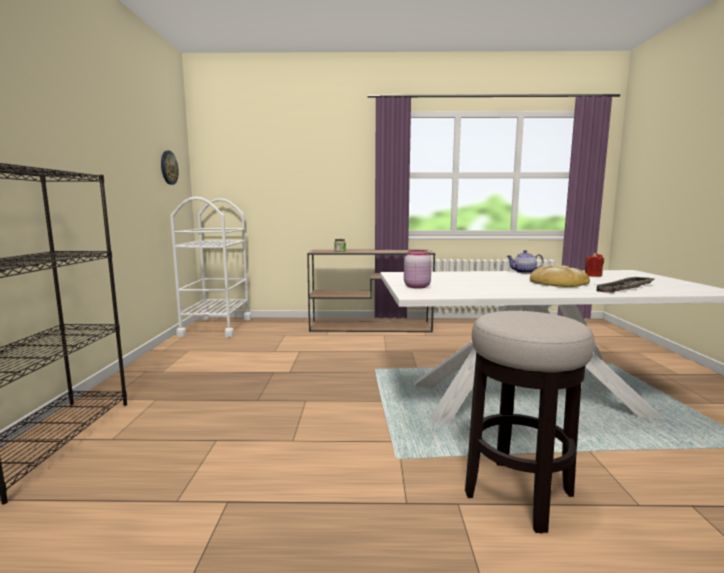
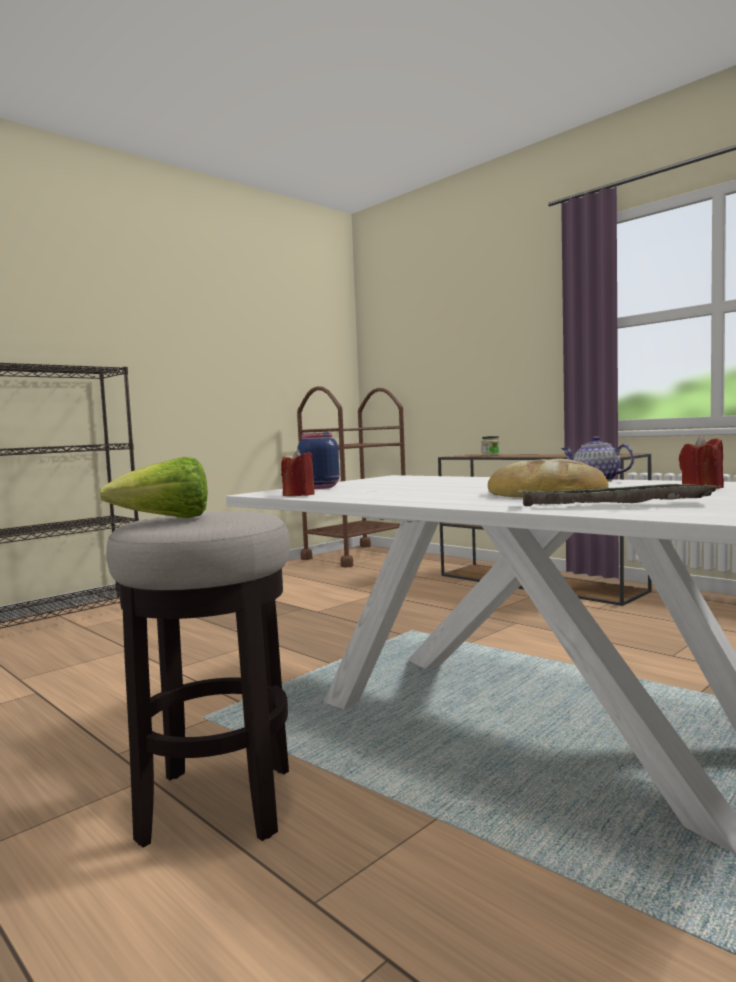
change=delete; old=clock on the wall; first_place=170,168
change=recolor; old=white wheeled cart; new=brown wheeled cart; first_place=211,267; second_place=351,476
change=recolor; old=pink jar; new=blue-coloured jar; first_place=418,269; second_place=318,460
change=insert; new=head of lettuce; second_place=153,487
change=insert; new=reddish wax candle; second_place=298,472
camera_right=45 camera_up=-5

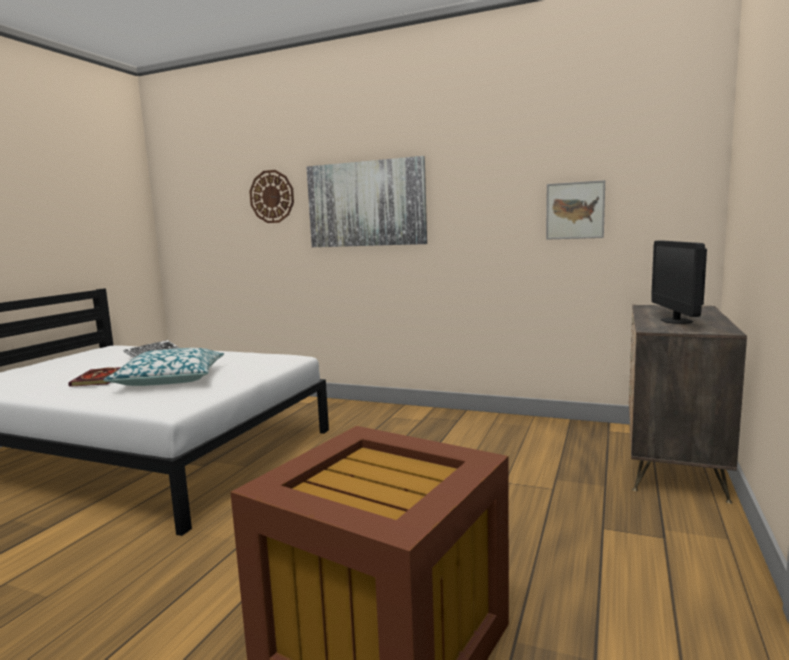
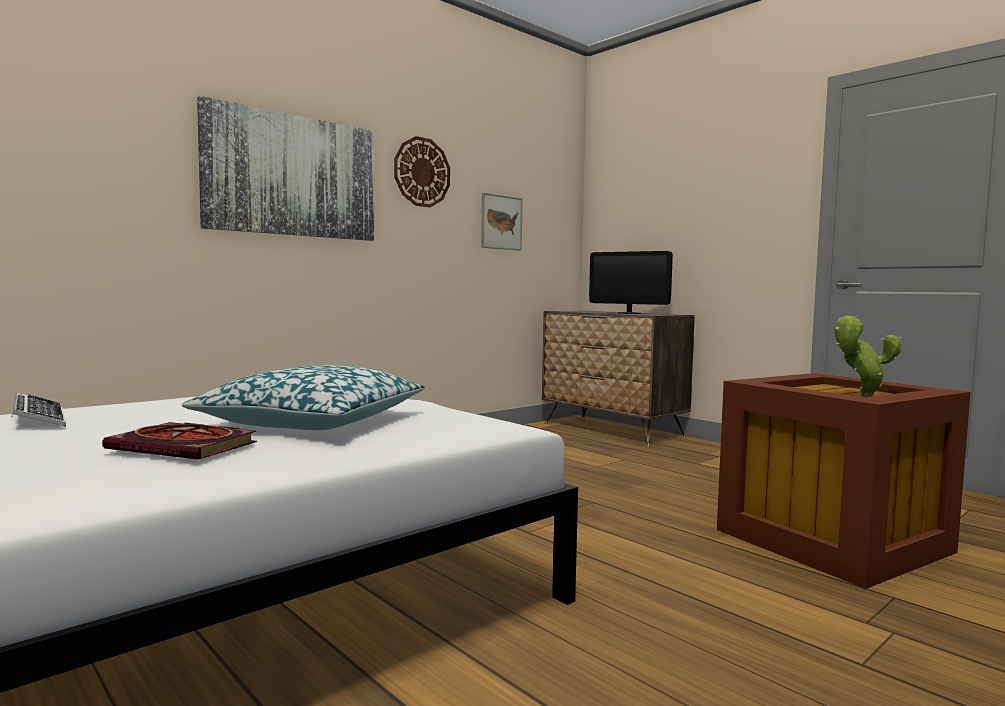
change=move; old=clock on the wall; first_place=271,196; second_place=422,171
change=insert; new=potted plant; second_place=868,356
camera_right=-65 camera_up=-5

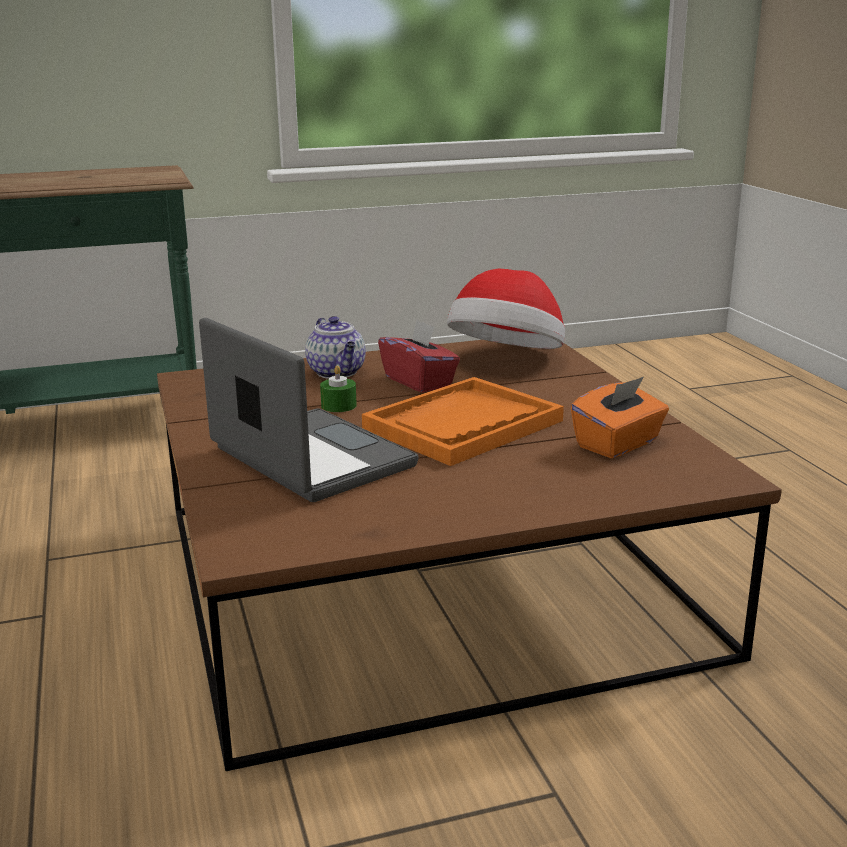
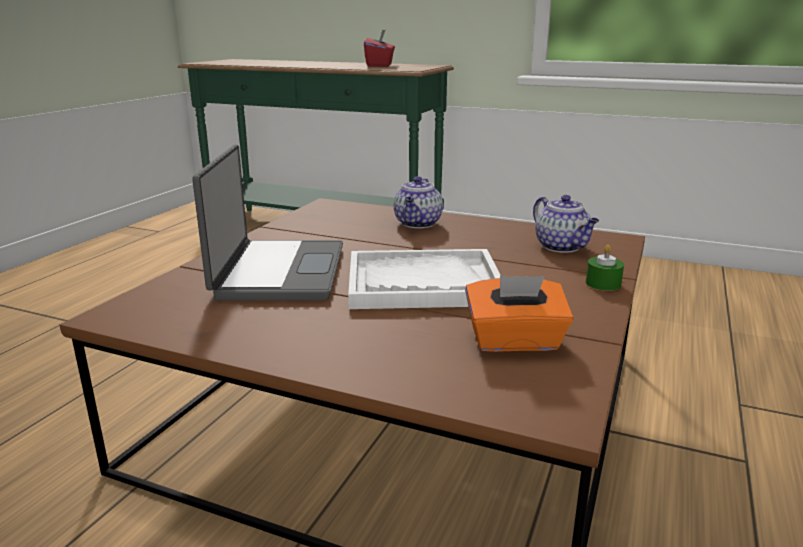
change=move; old=green-coloured wax candle; first_place=338,389; second_place=605,268
change=recolor; old=orangey tray; new=white tray; first_place=463,421; second_place=424,279
change=move; old=reddish tissue box; first_place=419,356; second_place=379,48
change=replace; old=wearable hat; new=teapot; first_place=506,308; second_place=566,224
camera_right=40 camera_up=0

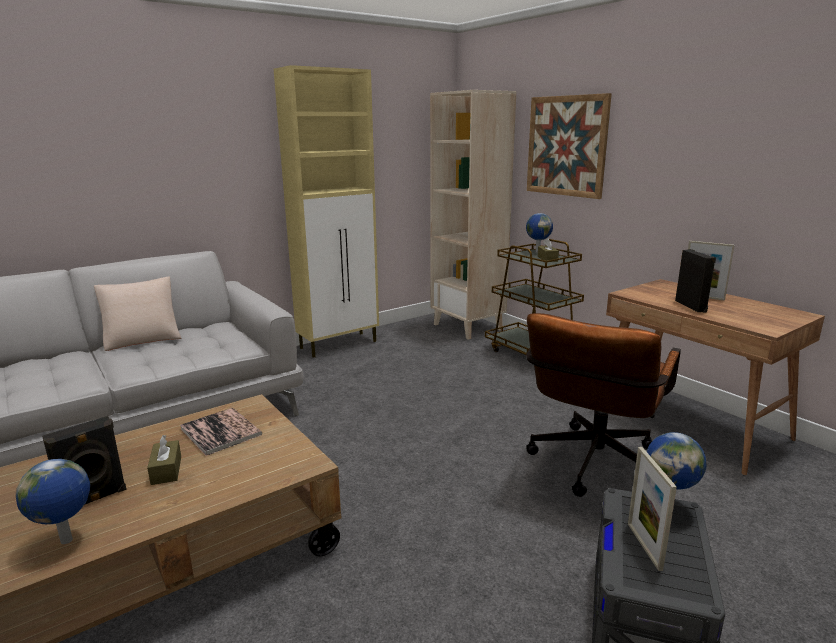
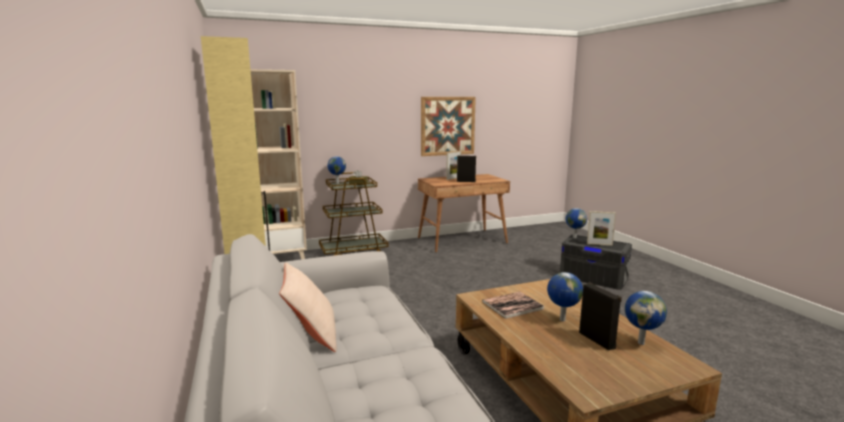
change=replace; old=brown tissue box; new=desk globe; first_place=164,460; second_place=565,296
change=delete; old=brown computer chair; first_place=603,405
change=move; old=wall picture; first_place=569,146; second_place=448,126
camera_right=-75 camera_up=-5

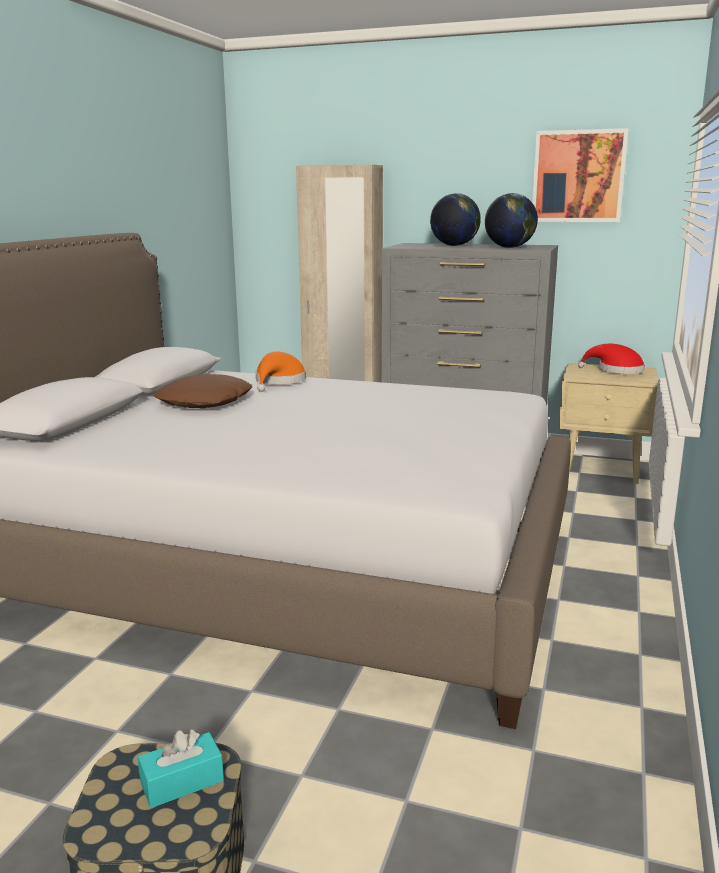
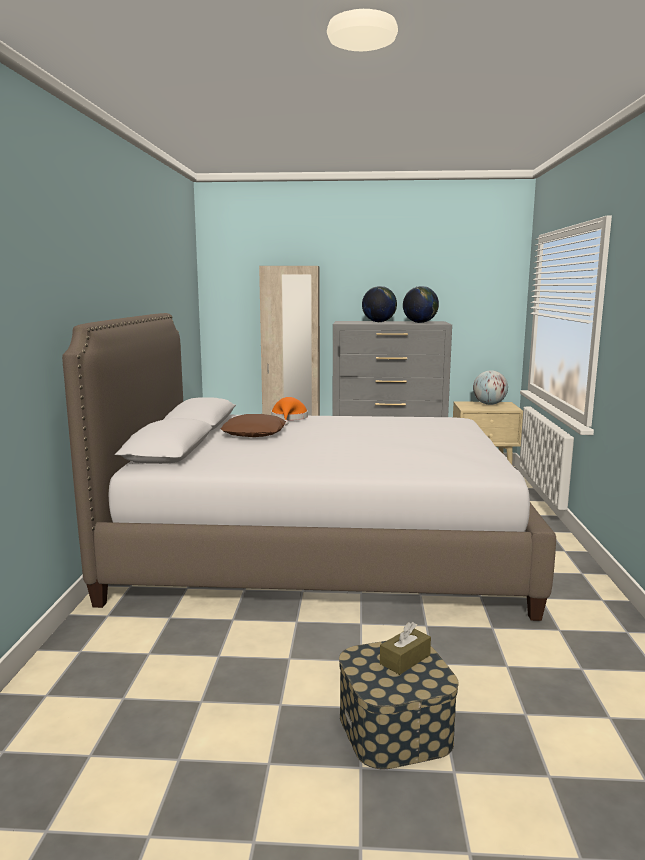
change=recolor; old=turquoise tissue box; new=brown tissue box; first_place=181,769; second_place=405,648
change=delete; old=wall picture; first_place=580,175
change=replace; old=reddish wearable hat; new=desk globe; first_place=611,359; second_place=490,387
camera_right=-15 camera_up=-5

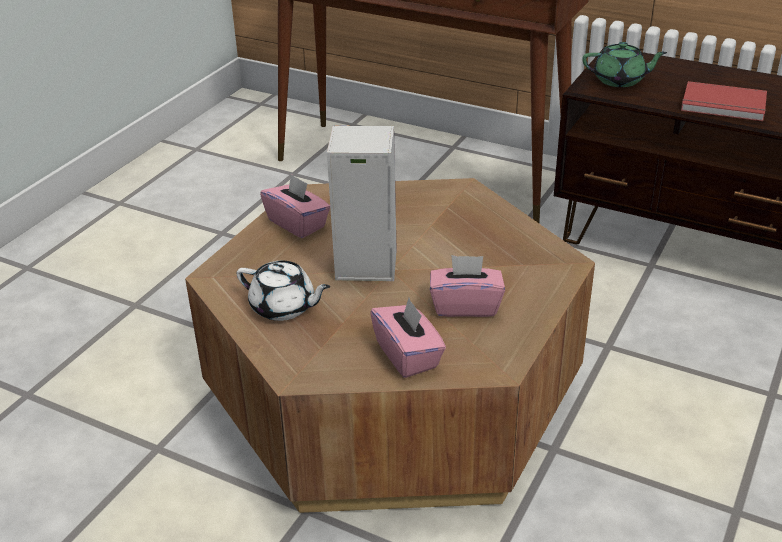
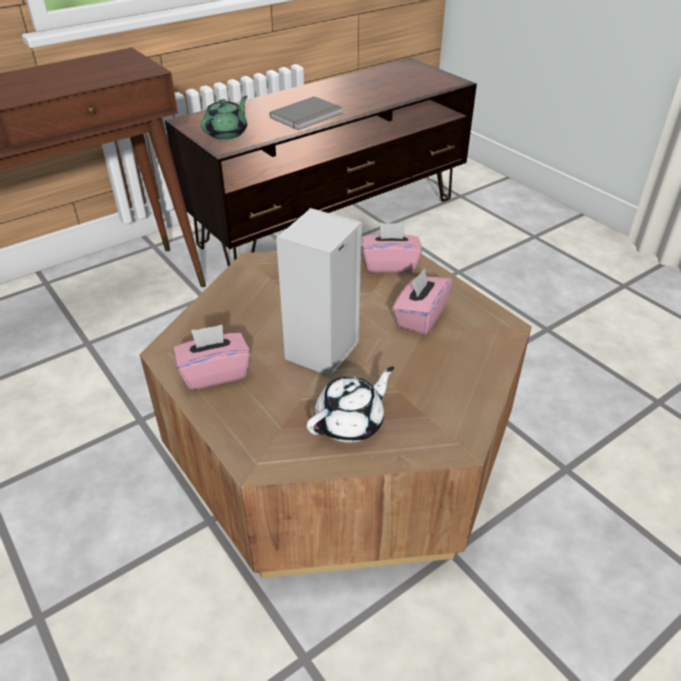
change=move; old=pink tissue box; first_place=408,338; second_place=392,248
change=recolor; old=reddish bound book; new=greyish bound book; first_place=724,101; second_place=306,113
camera_right=-65 camera_up=5

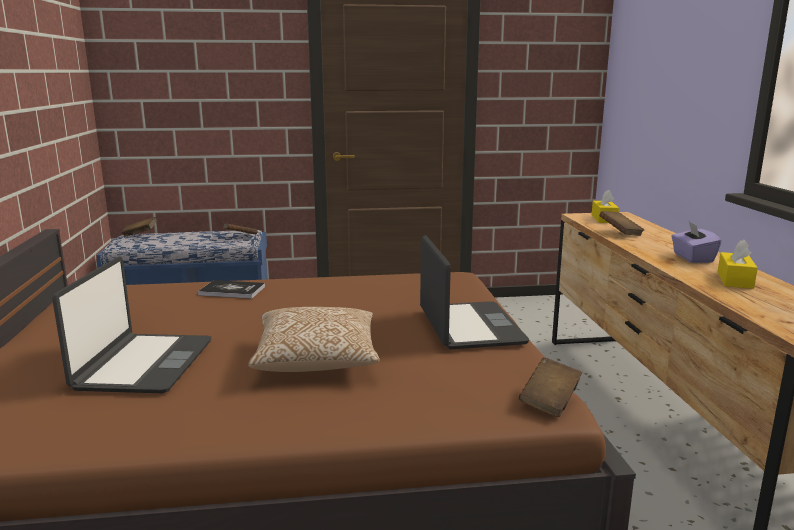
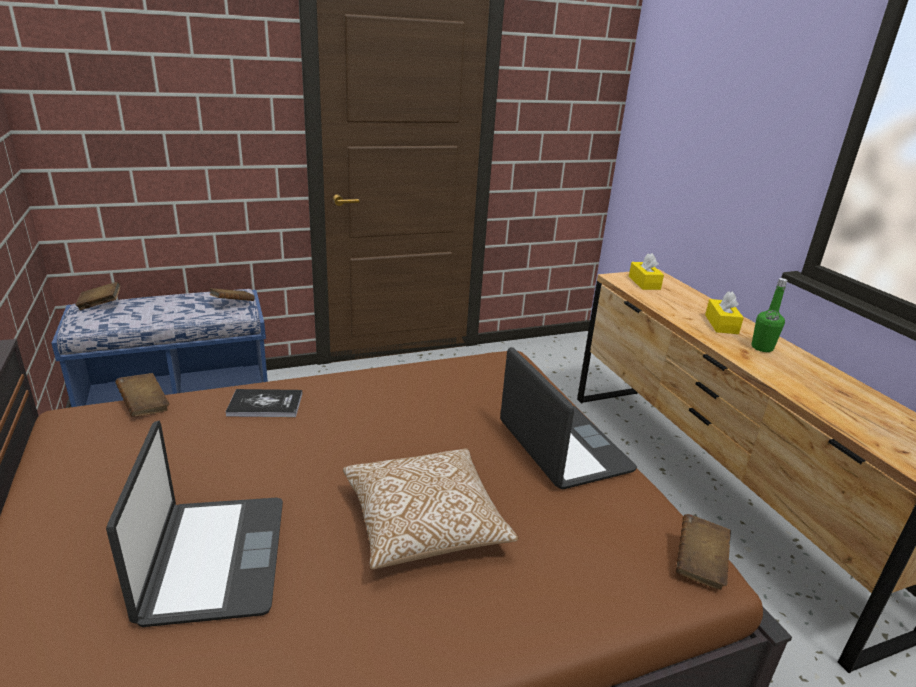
change=move; old=brown bound book; first_place=621,223; second_place=142,395
change=replace; old=purple tissue box; new=green-coloured bottle; first_place=696,242; second_place=769,315
change=move; old=yellow-coloured tissue box; first_place=738,264; second_place=724,312
camera_right=-15 camera_up=10

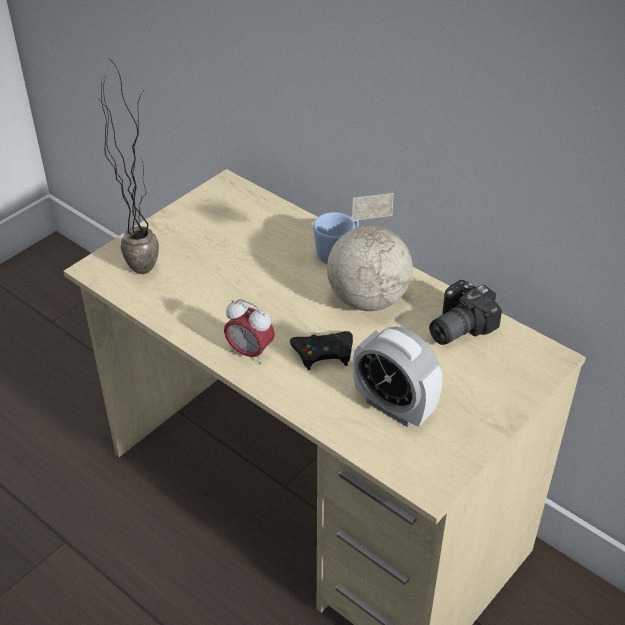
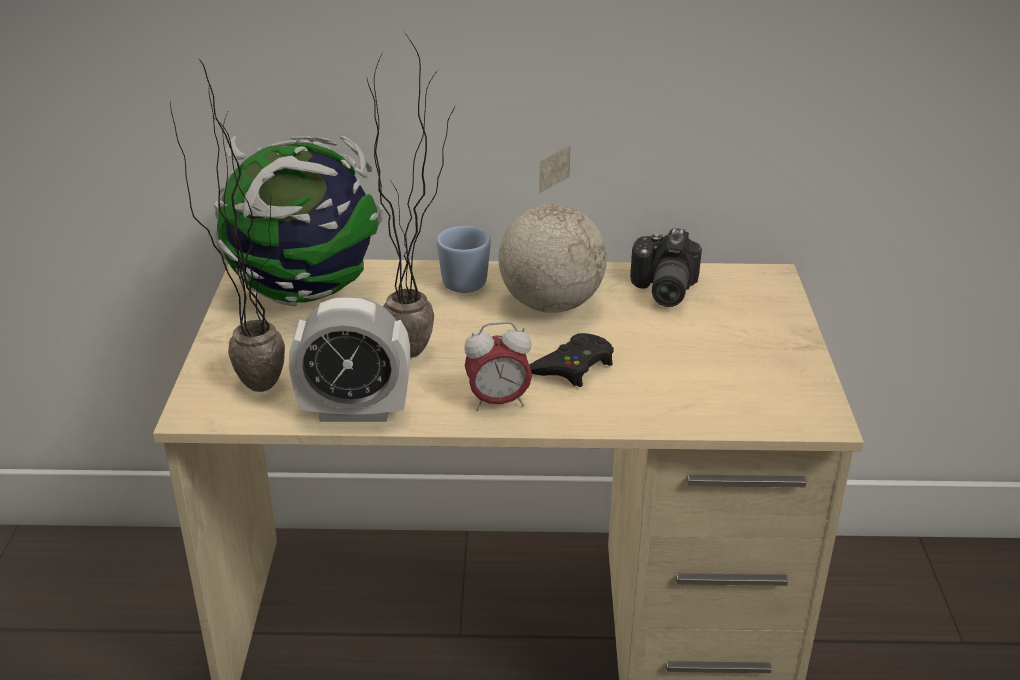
change=move; old=alarm clock; first_place=397,377; second_place=349,359
change=insert; new=desk globe; second_place=299,221
change=insert; new=potted plant; second_place=411,195
camera_right=-40 camera_up=-10

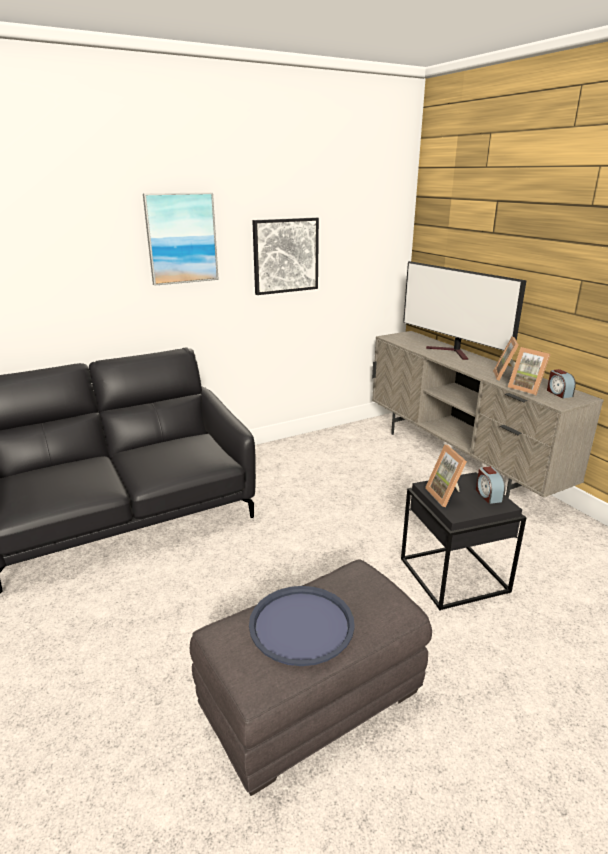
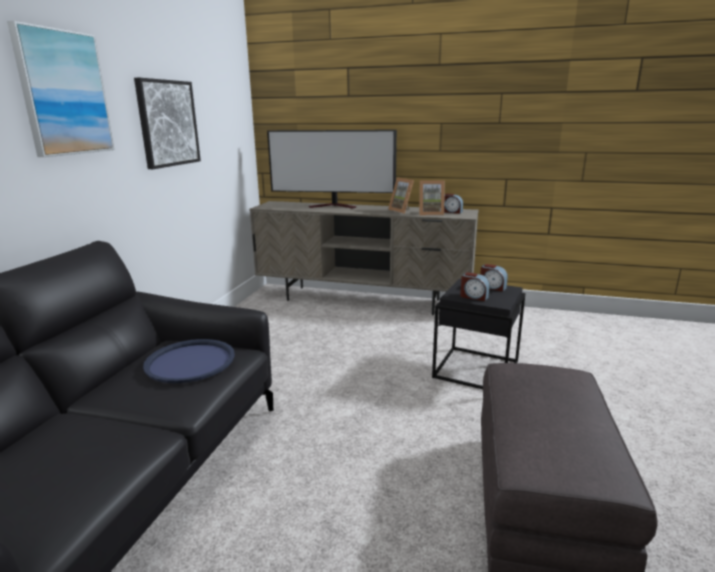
change=move; old=blue-coloured tray; first_place=302,626; second_place=189,361
change=replace; old=picture frame; new=alarm clock; first_place=446,475; second_place=475,286
camera_right=-45 camera_up=-5

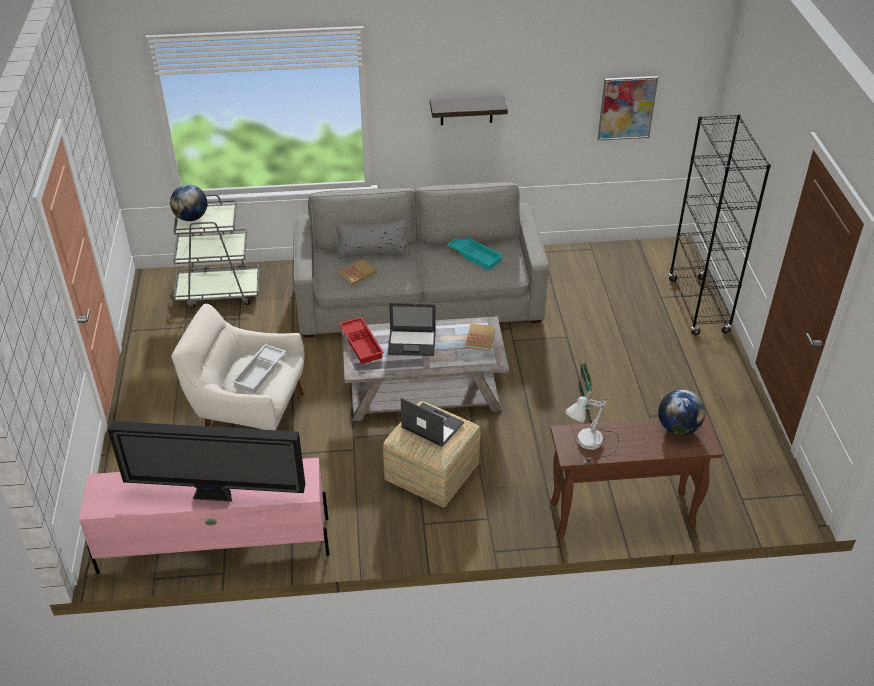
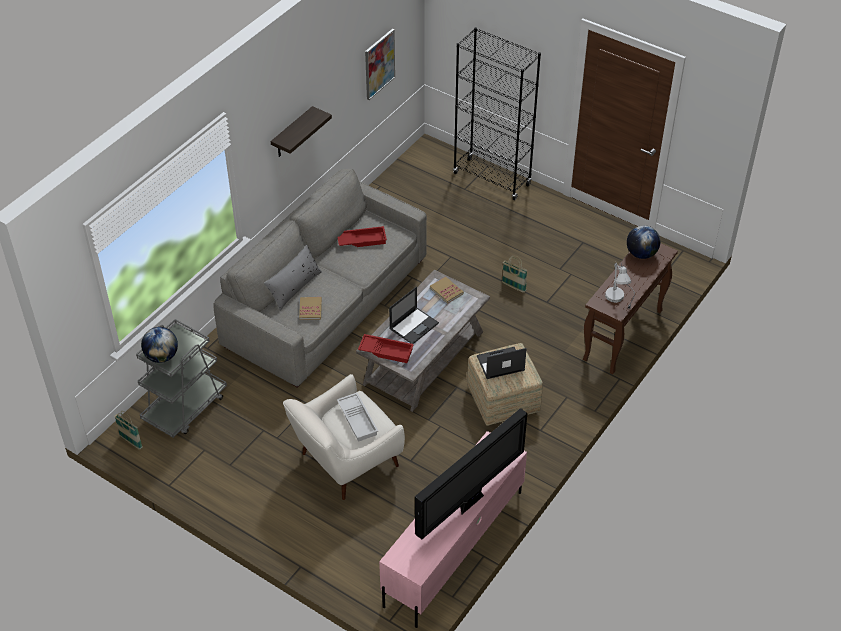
change=recolor; old=turquoise tray; new=reddish tray; first_place=475,254; second_place=362,236
change=insert; new=household basket; second_place=128,430
camera_right=-50 camera_up=5

